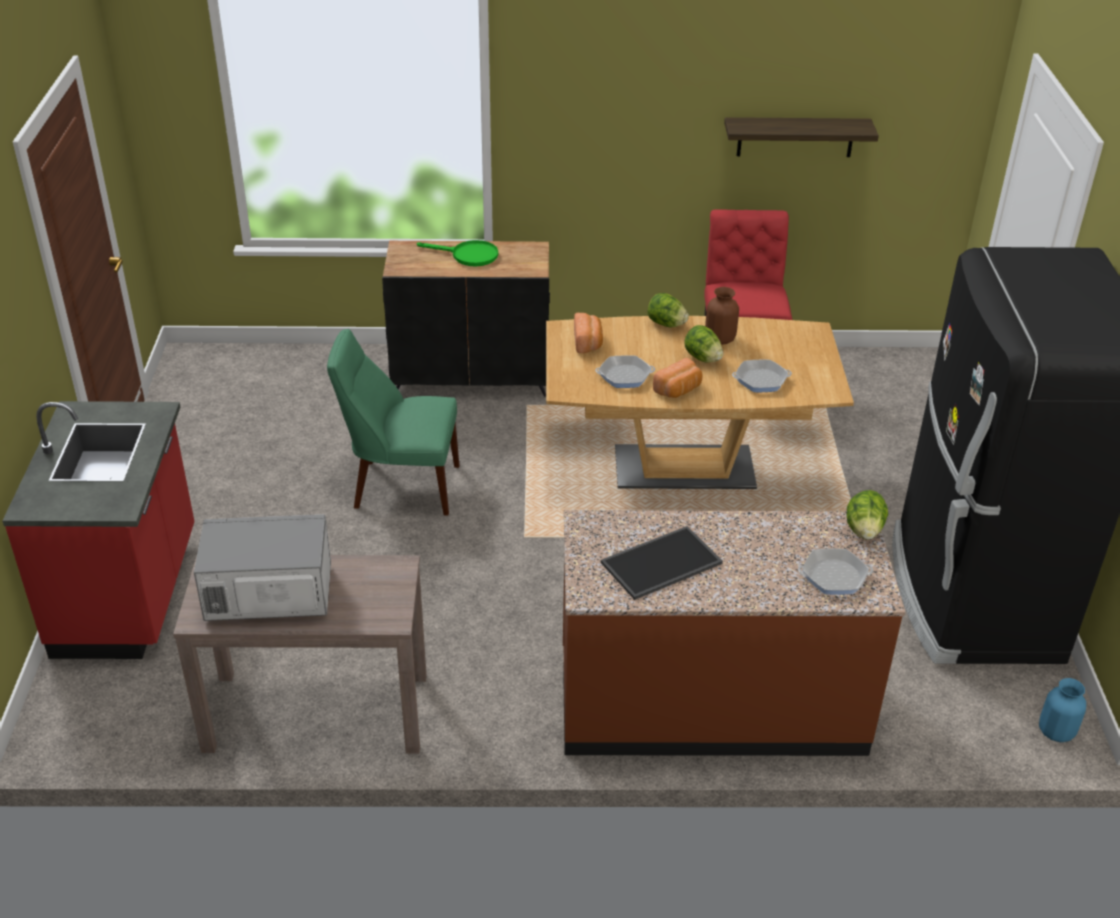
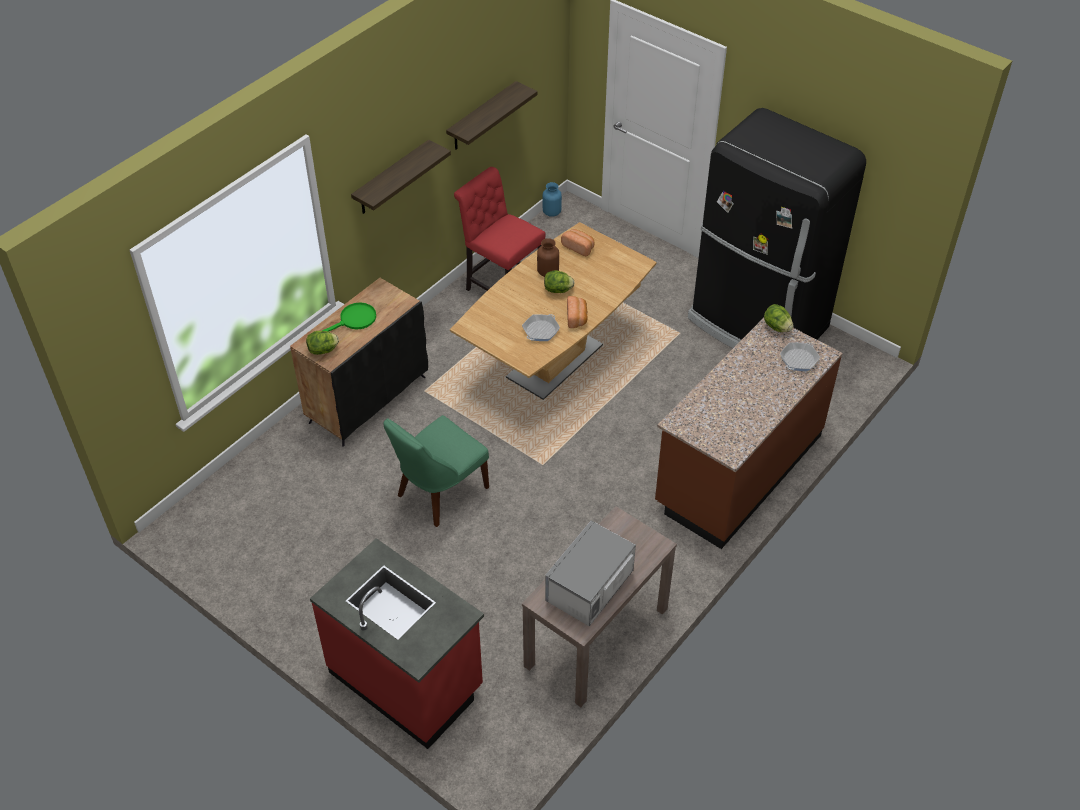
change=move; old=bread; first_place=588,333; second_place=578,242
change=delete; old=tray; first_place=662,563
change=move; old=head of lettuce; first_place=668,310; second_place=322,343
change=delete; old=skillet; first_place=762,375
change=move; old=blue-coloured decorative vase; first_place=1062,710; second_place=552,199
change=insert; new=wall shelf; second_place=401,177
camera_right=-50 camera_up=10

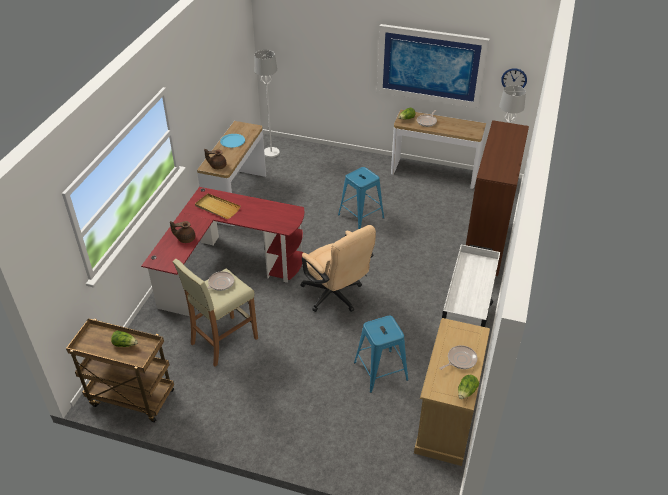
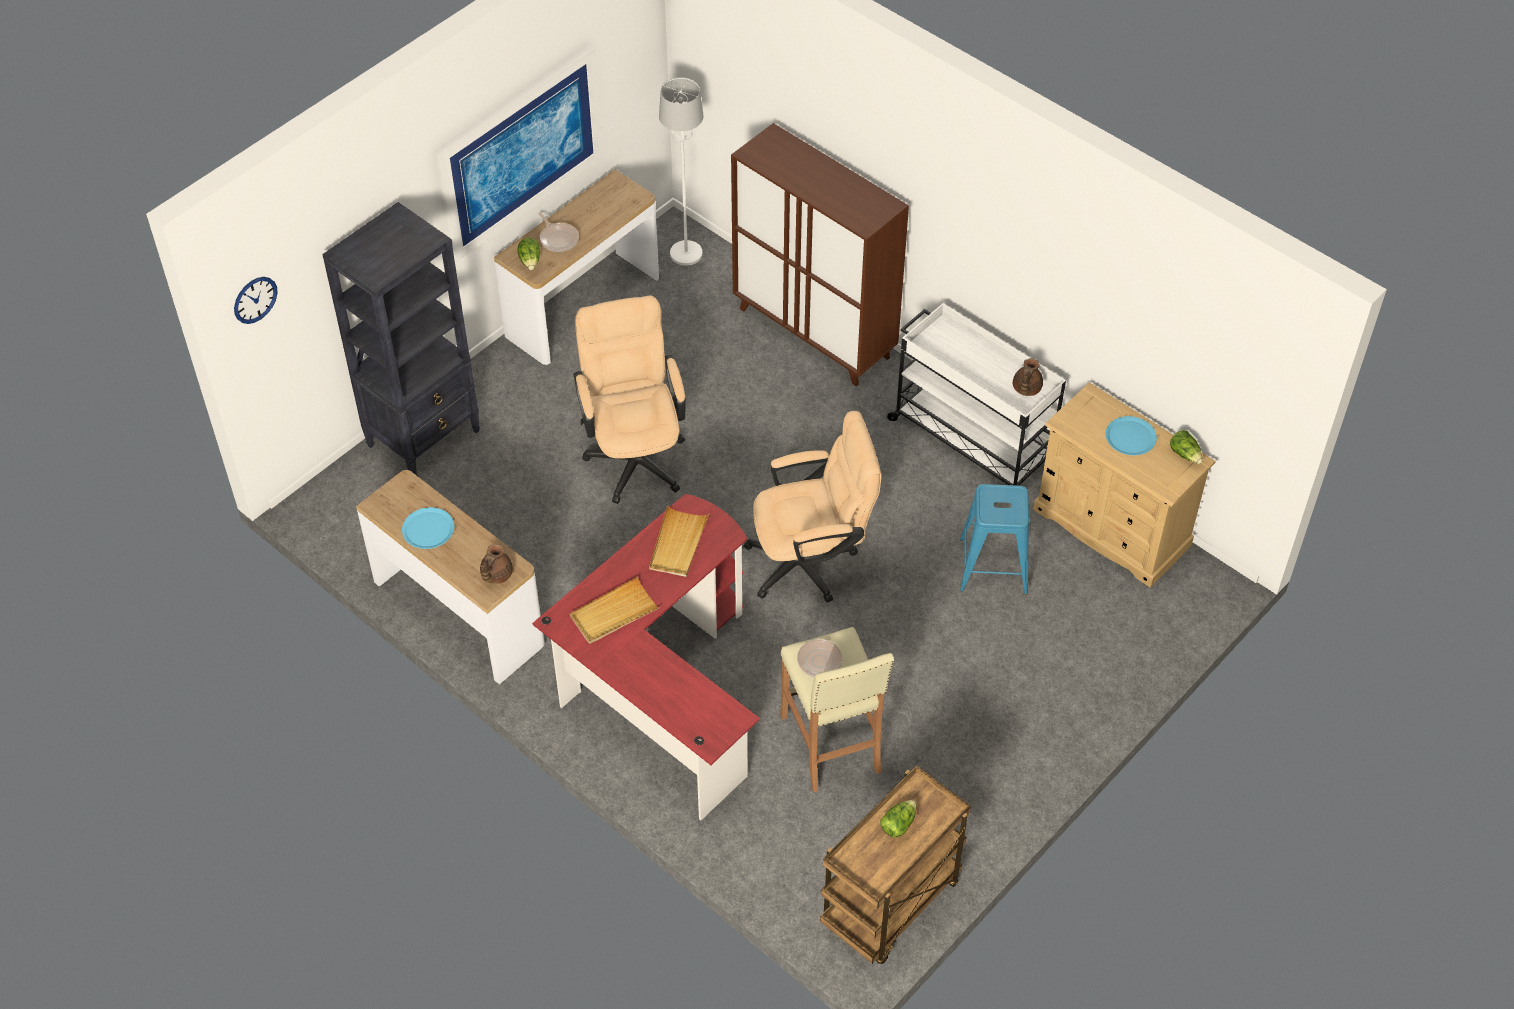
change=move; old=brown teapot; first_place=182,232; second_place=1028,377
change=delete; old=white floor lamp; first_place=267,104
change=replace; old=blue-coloured sitting stool; new=beige-coloured computer chair; first_place=361,198; second_place=629,399
change=replace; old=skillet; new=blue-coloured dinner plate; first_place=458,357; second_place=1131,435
change=move; old=clock on the wall; first_place=514,78; second_place=256,300
change=insert; new=black-coloured shelving unit; second_place=401,339
change=insert; new=beige-coloured tray; second_place=679,541
camera_right=-65 camera_up=10

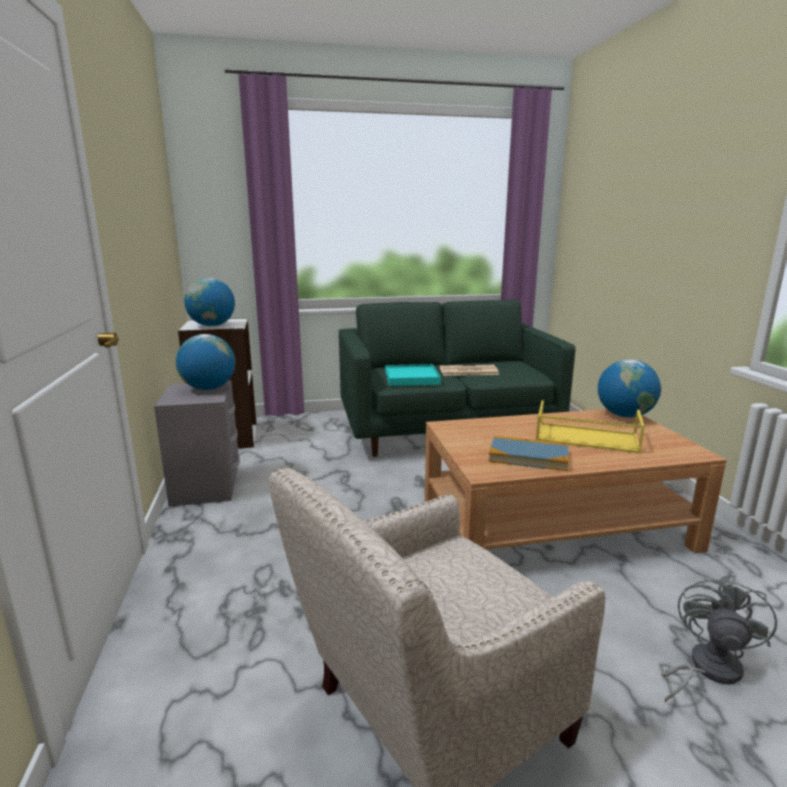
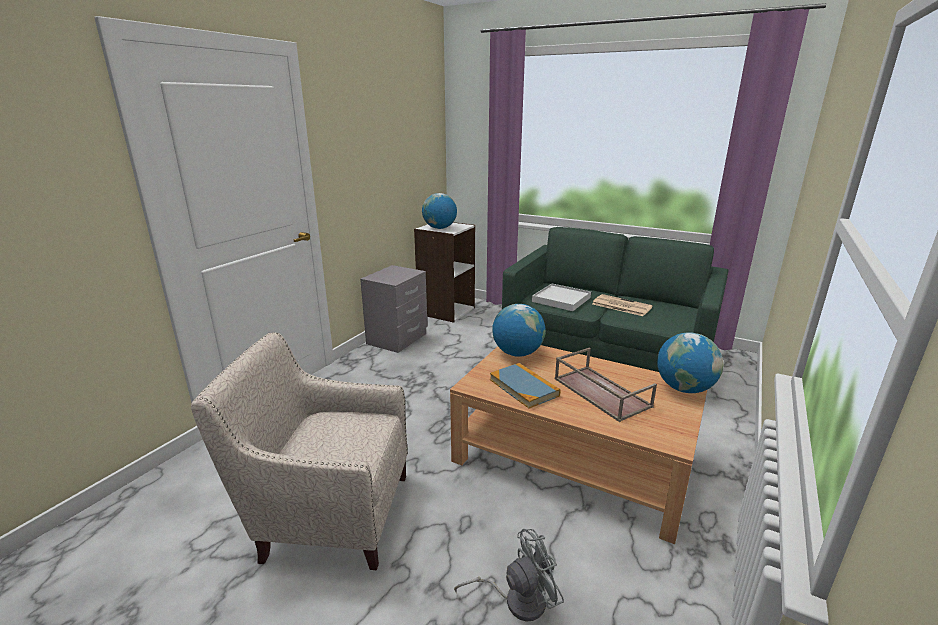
change=move; old=desk globe; first_place=205,362; second_place=519,330
change=recolor; old=turquoise tray; new=white tray; first_place=413,375; second_place=561,297
change=recolor; old=yellow-coloured tray; new=brown tray; first_place=590,427; second_place=606,385
camera_right=40 camera_up=5

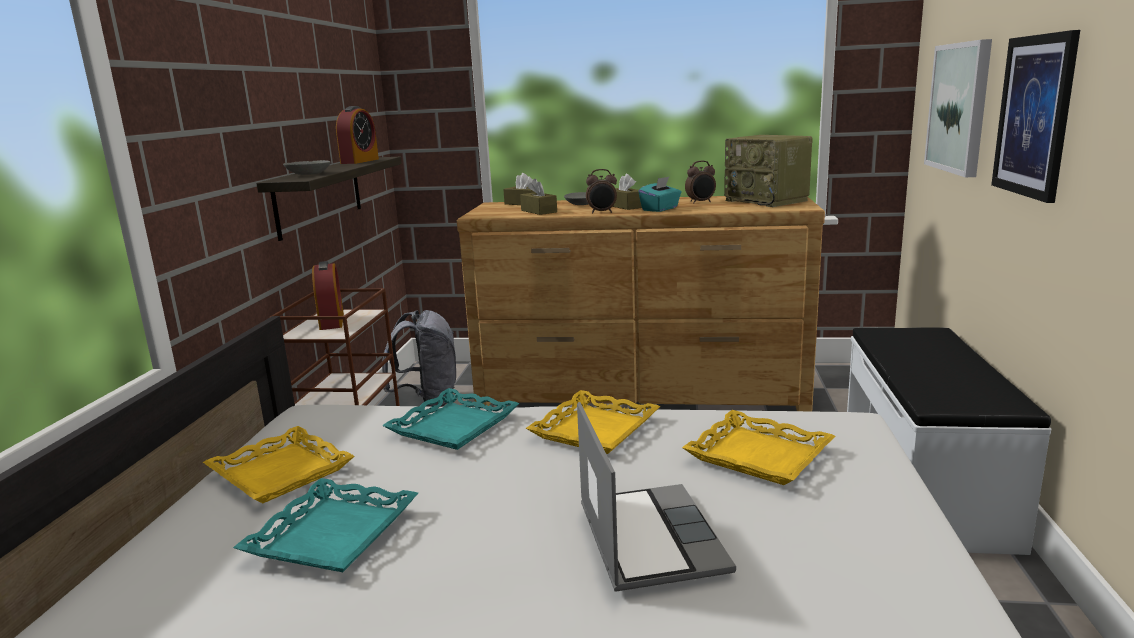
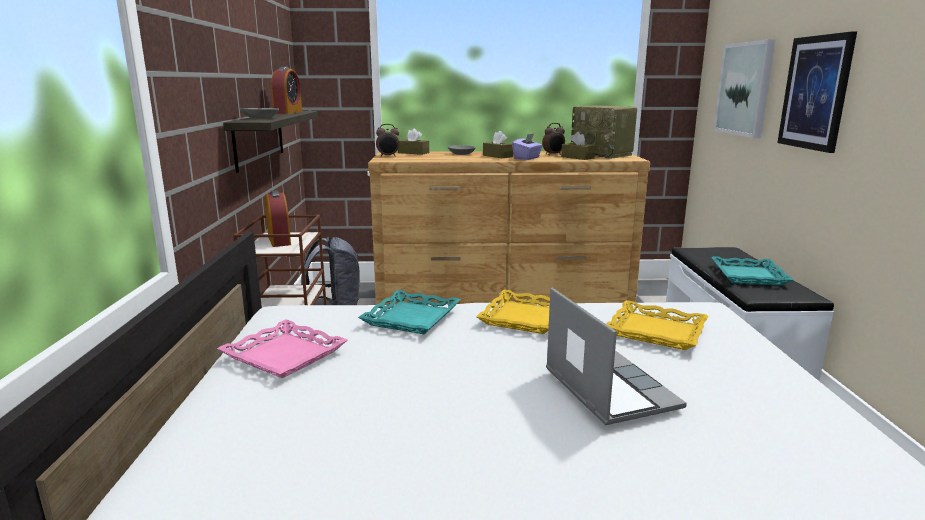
change=recolor; old=yellow-coloured tray; new=pink tray; first_place=279,464; second_place=282,348
change=move; old=turquoise tray; first_place=325,525; second_place=752,271
change=move; old=brown tissue box; first_place=538,197; second_place=578,146
change=move; old=alarm clock; first_place=601,191; second_place=387,140
change=recolor; old=turquoise tissue box; new=purple tissue box; first_place=659,194; second_place=527,147
camera_right=-10 camera_up=0

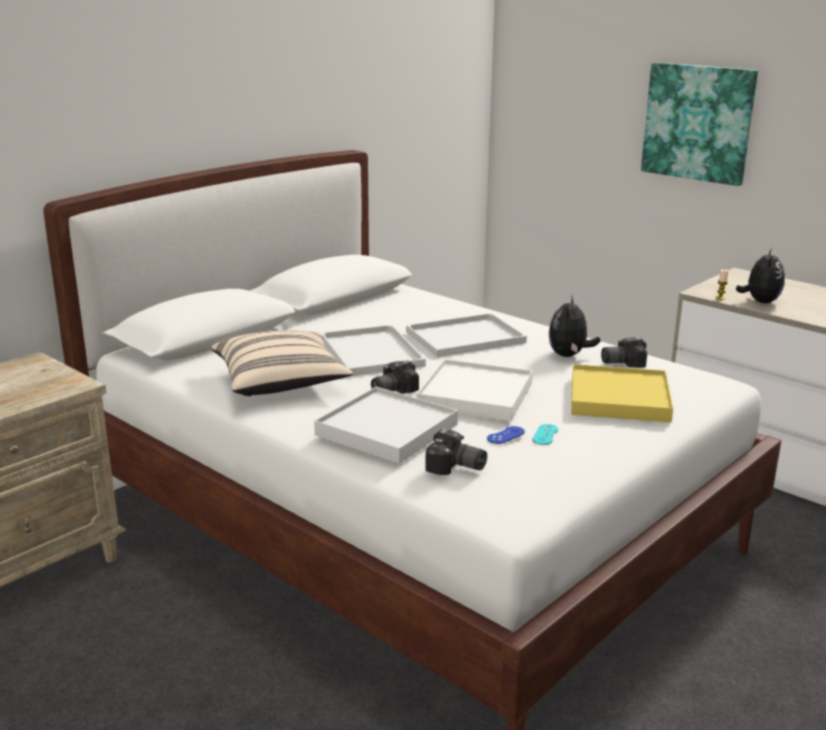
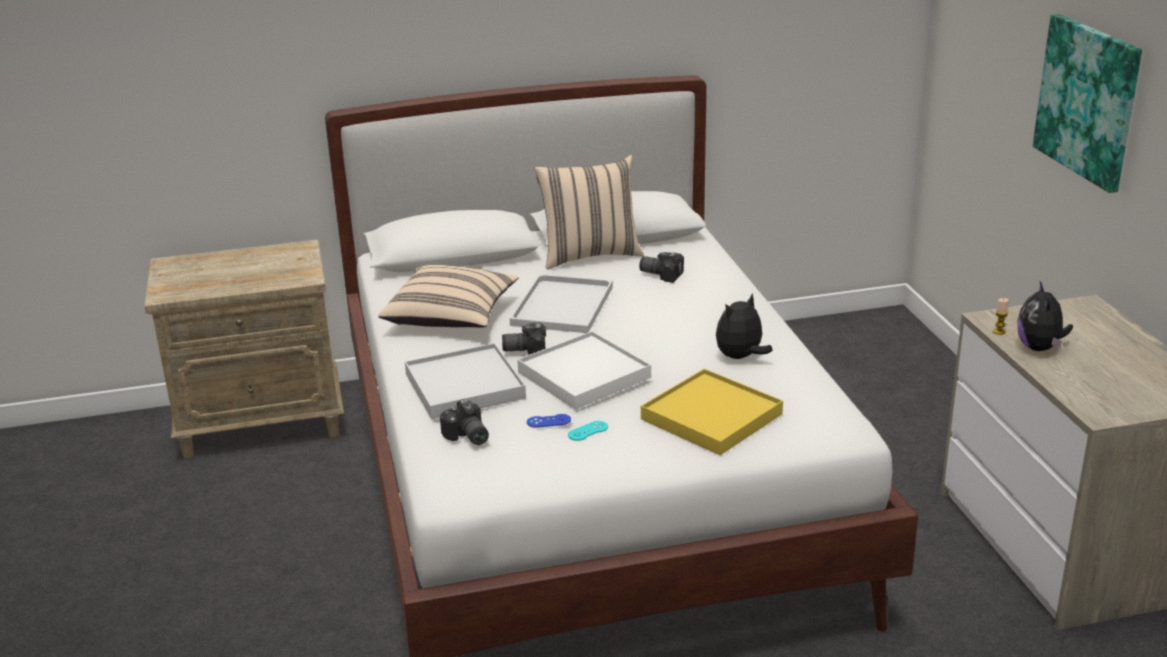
change=delete; old=white tray; first_place=466,335
change=move; old=photo camera; first_place=624,352; second_place=661,267
change=rotate; old=soft toy; first_place=760,275; second_place=1045,316; degrees=135
change=insert; new=beige-coloured pillow; second_place=589,212
camera_right=35 camera_up=5

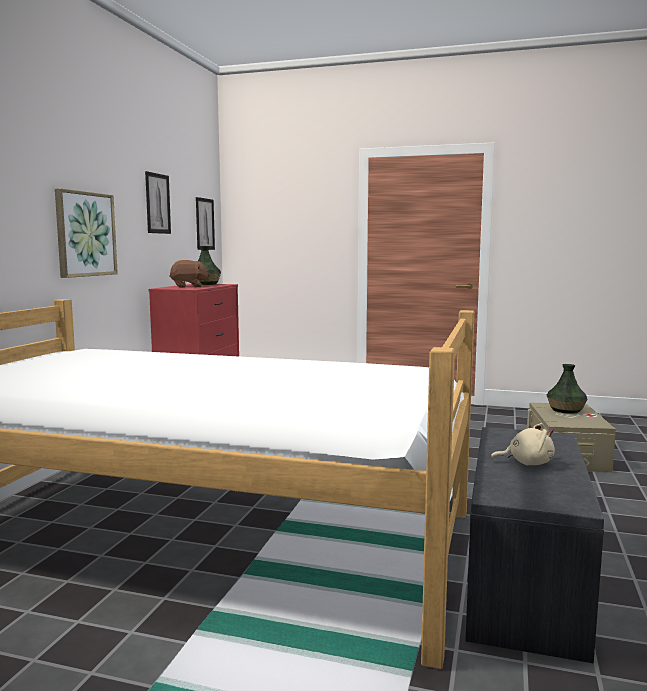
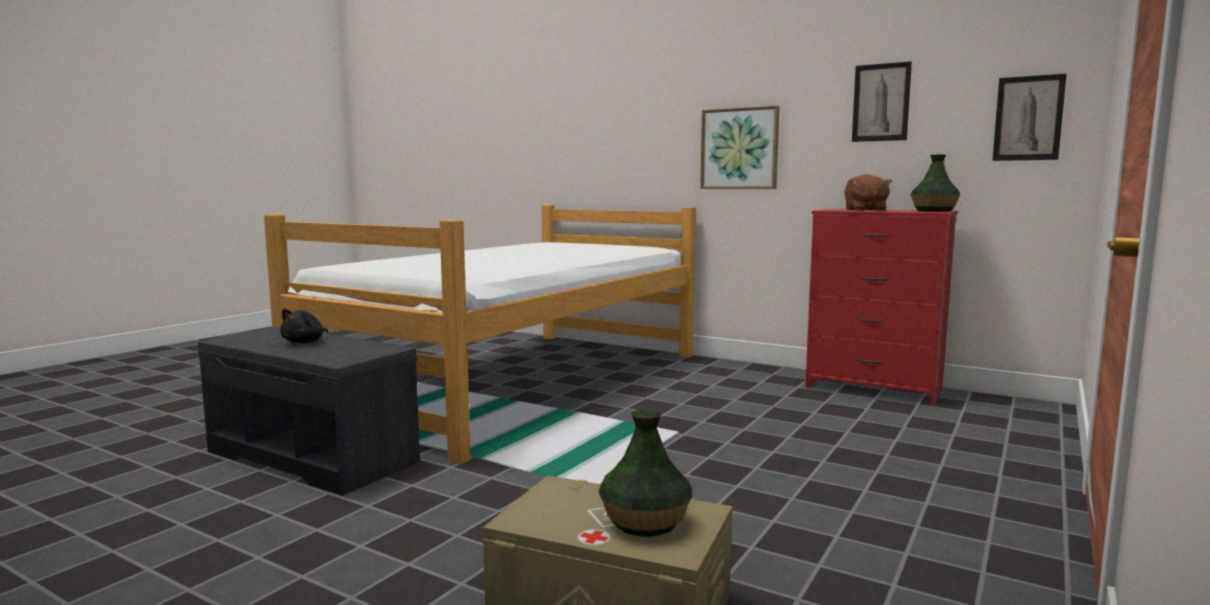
change=recolor; old=beige-coloured soft toy; new=black-coloured soft toy; first_place=523,444; second_place=304,325
camera_right=105 camera_up=0

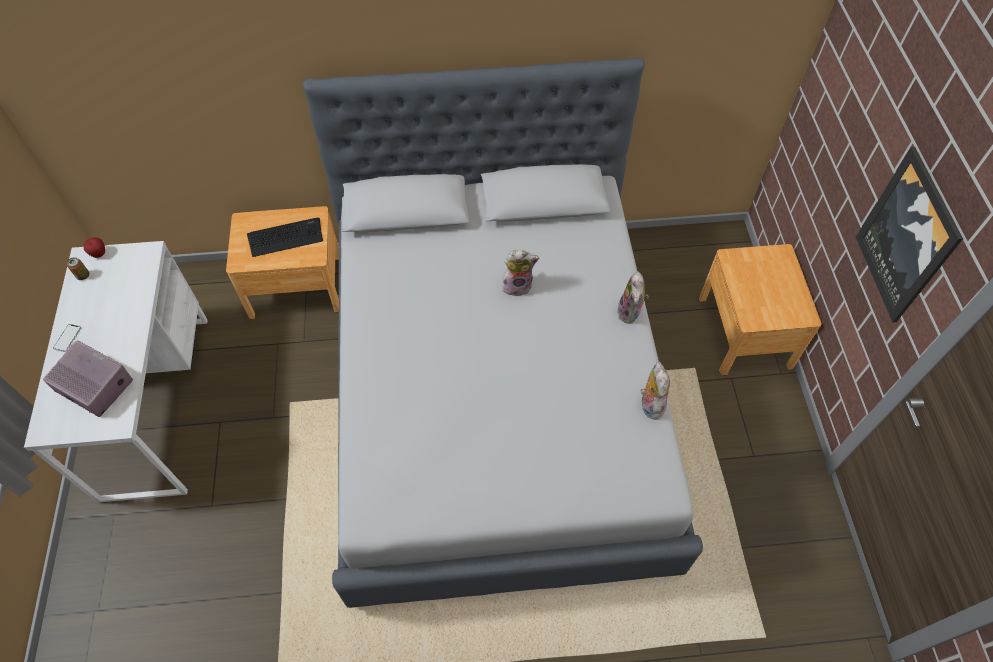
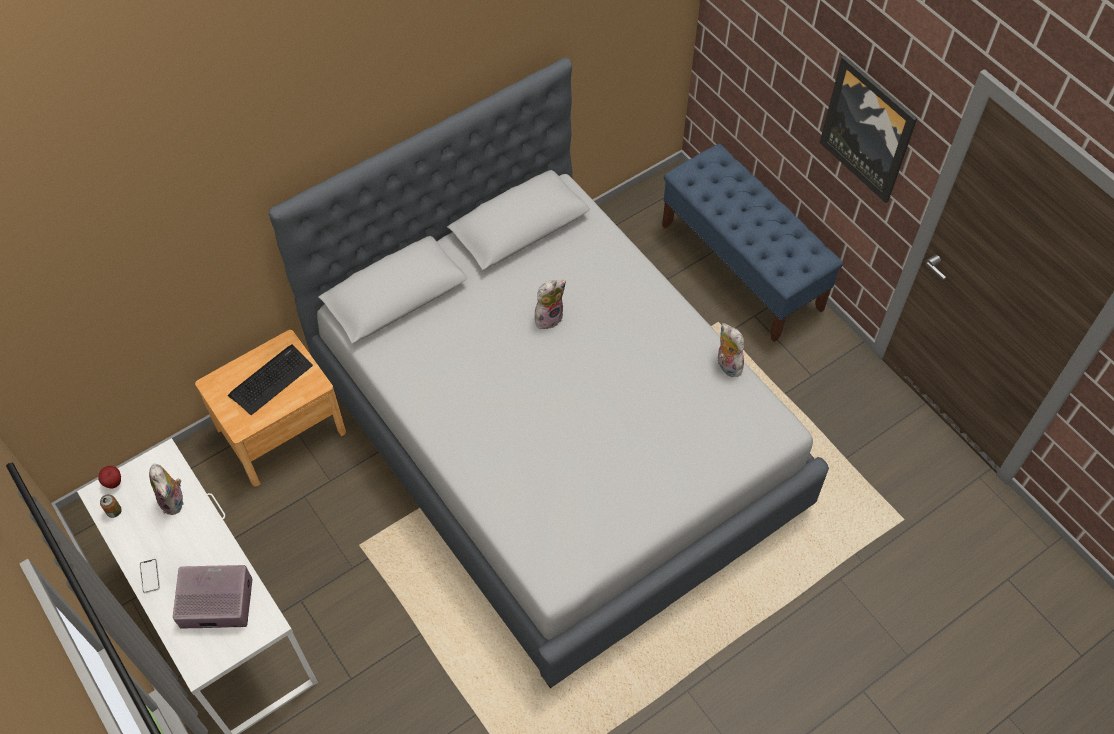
change=move; old=soft toy; first_place=633,297; second_place=166,489
change=replace; old=brown nightstand; new=blue-coloured long seat; first_place=760,309; second_place=752,243
camera_right=-30 camera_up=0

